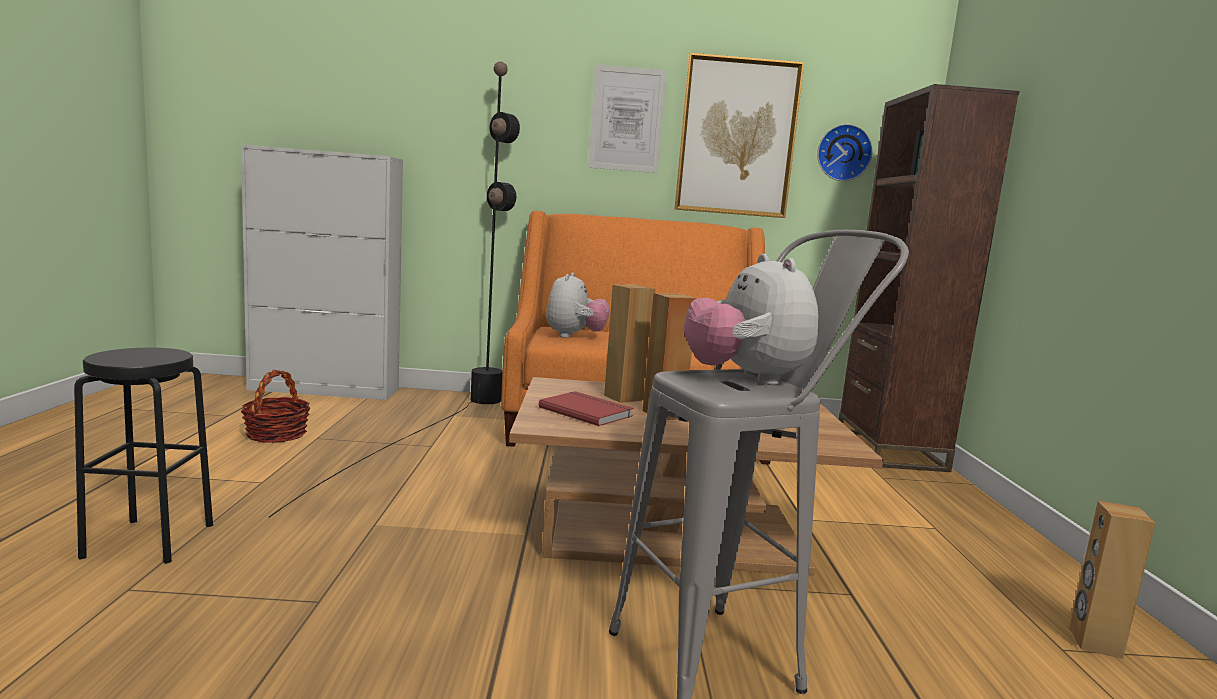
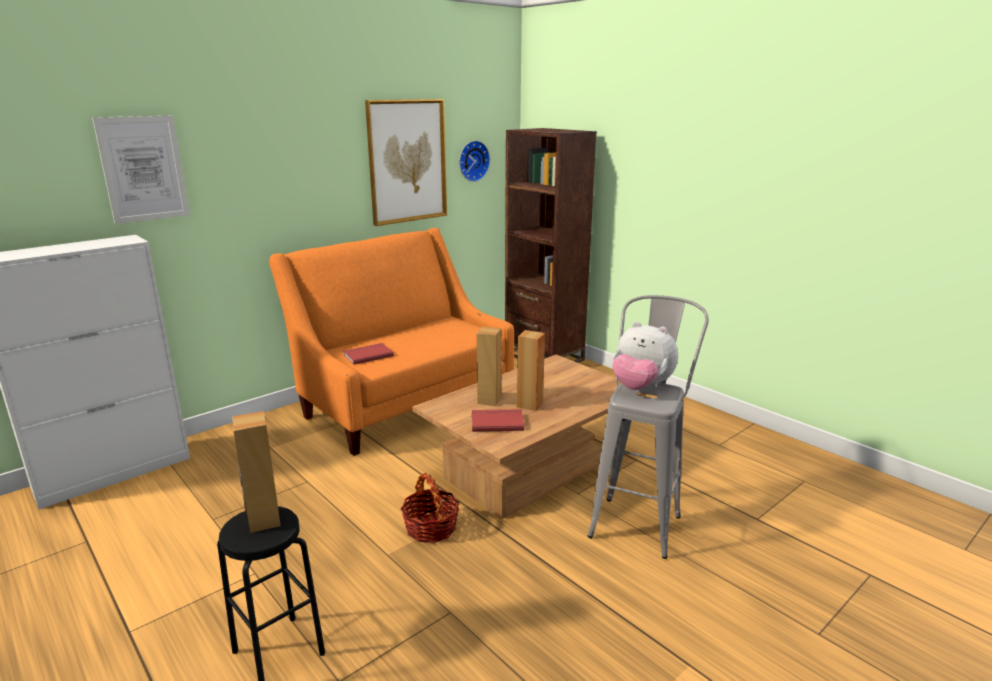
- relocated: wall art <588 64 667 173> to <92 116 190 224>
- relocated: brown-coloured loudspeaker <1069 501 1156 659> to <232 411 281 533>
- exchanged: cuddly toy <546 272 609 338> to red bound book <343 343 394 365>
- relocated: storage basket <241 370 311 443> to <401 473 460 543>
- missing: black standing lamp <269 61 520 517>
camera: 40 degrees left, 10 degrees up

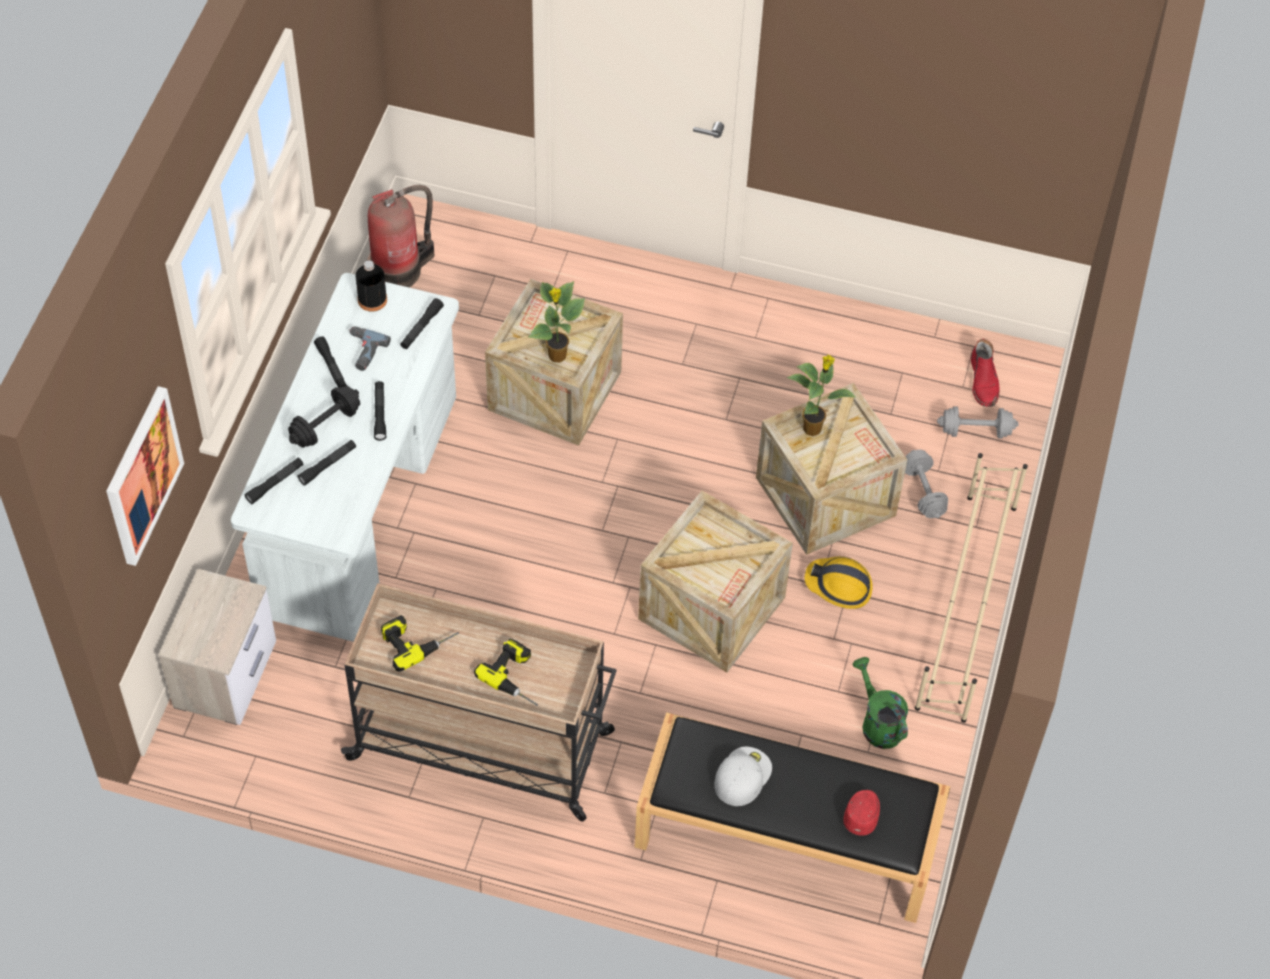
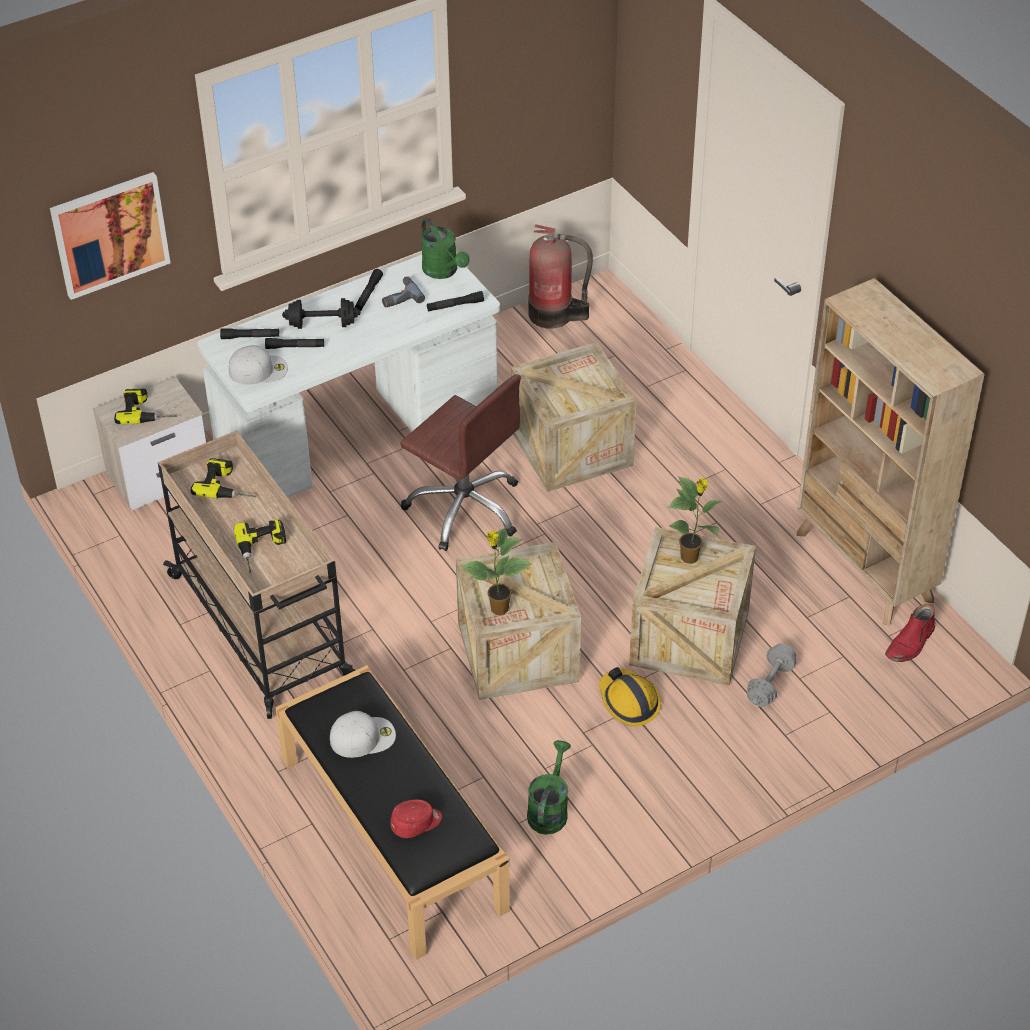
- appeared: power drill <114 388 177 424>
- appeared: whitish baseball cap <229 345 288 384>
- appeared: brown-coloured office chair <400 374 521 551>
- exchanged: black drink bottle <356 260 387 312> to green watering can <421 218 470 279>
- relocated: houseplant <528 281 585 362> to <460 528 532 615>
- appeared: beige bookcase <797 278 985 625>
- missing: black torch <374 381 386 441>
- missing: beige shoe shelf <915 453 1028 723>
- missing: grey hand weight <937 406 1019 439>
camera: 45 degrees right, 10 degrees down

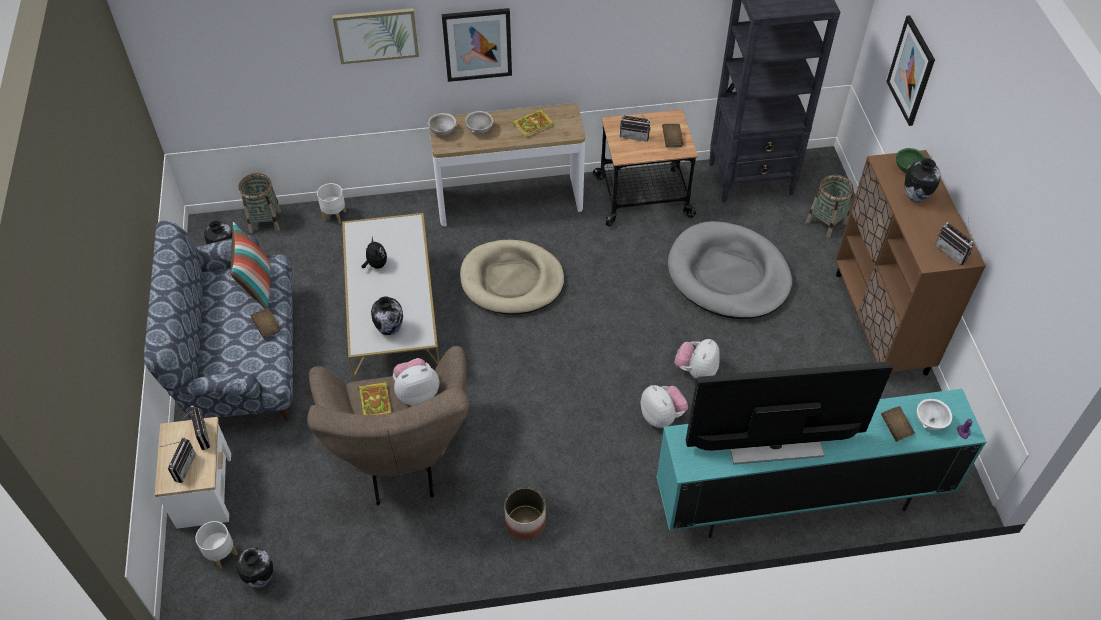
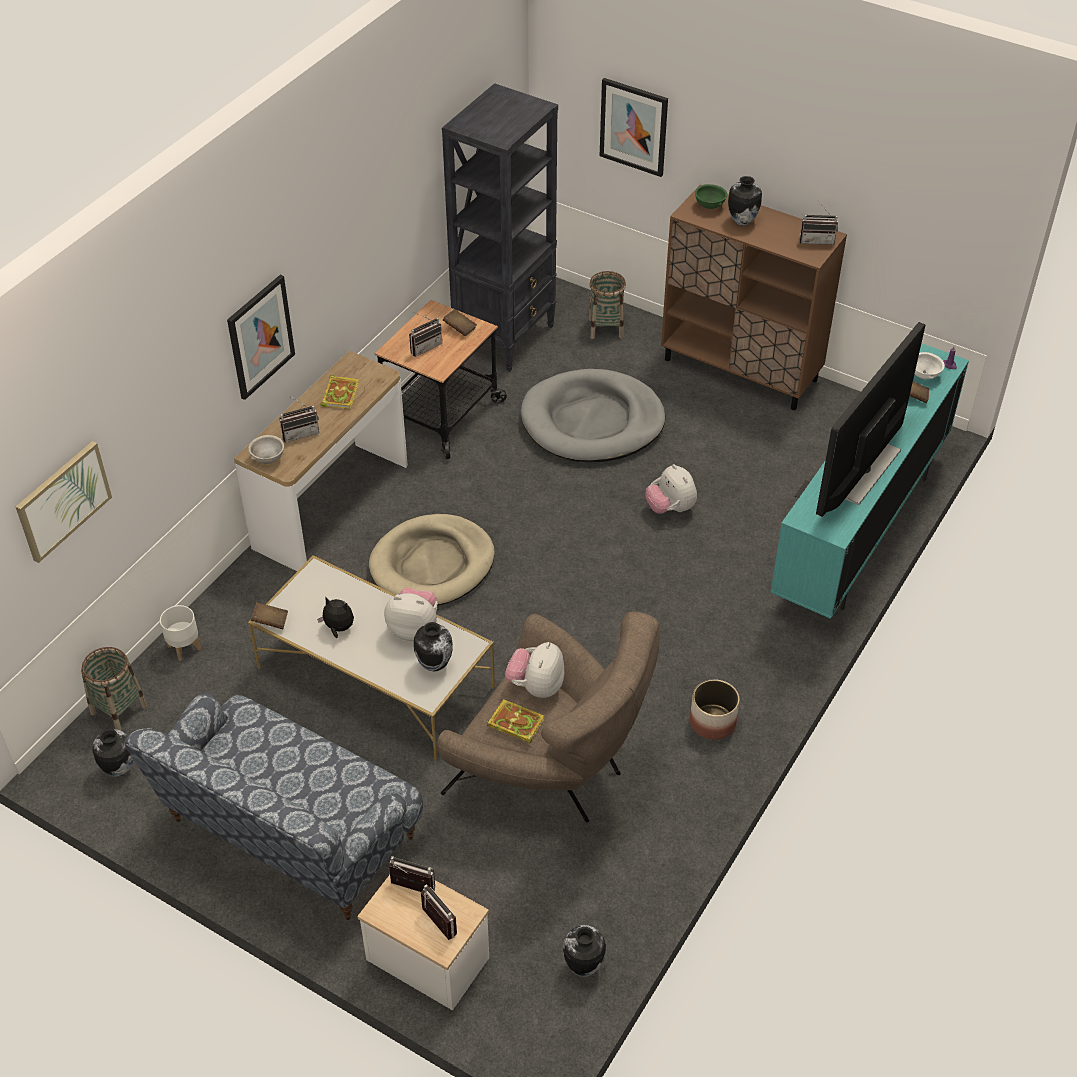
- relocated: wall art <333 8 419 64> to <16 441 112 563>
- relocated: brown-coloured bound book <250 308 281 338> to <251 602 288 629>
- exchanged: grey bowl <465 111 493 134> to radio <280 395 319 442>
- relocated: cuddly toy <641 385 688 428> to <384 588 438 641>
- missing: whitish planter <195 521 237 569>
- missing: cushion <230 222 270 309>
camera: 50 degrees left, 5 degrees down

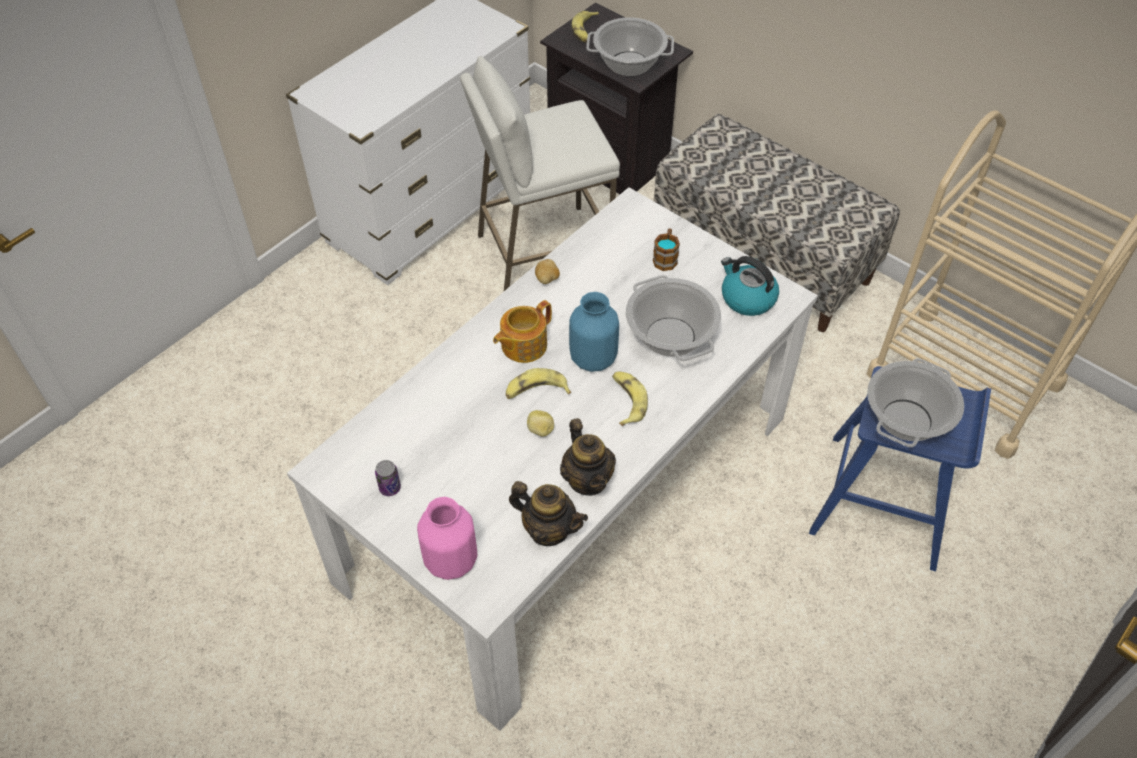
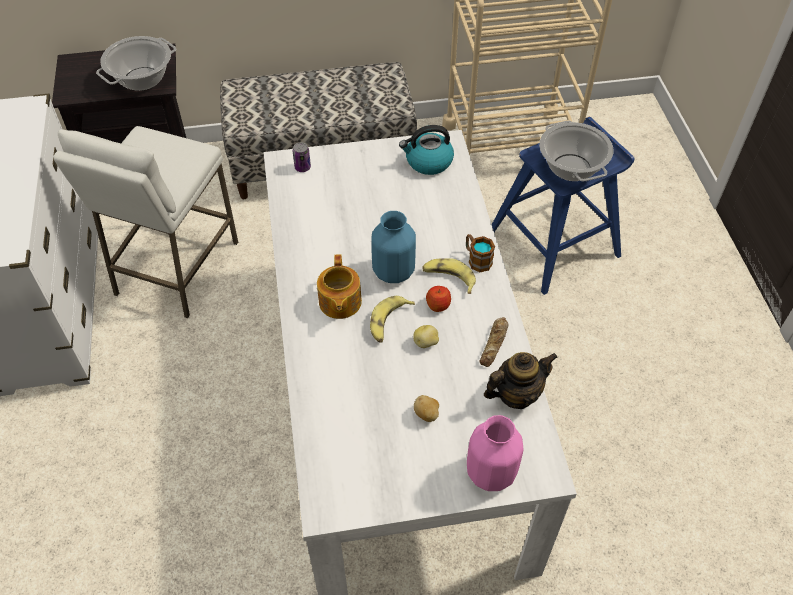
- relocated: can <375 460 401 496> to <293 142 311 172>
- relocated: spud <535 259 560 284> to <414 395 439 422>
- appeared: apple fruit <426 286 451 312>
- relocated: tea mug <653 228 680 271> to <466 234 495 272>
- exchanged: tea pot <560 418 616 496> to baked bread <479 317 508 367>
- missing: whole banana <572 11 599 42>
- missing: cooking pot <626 275 721 361>
camera: 50 degrees left, 0 degrees up

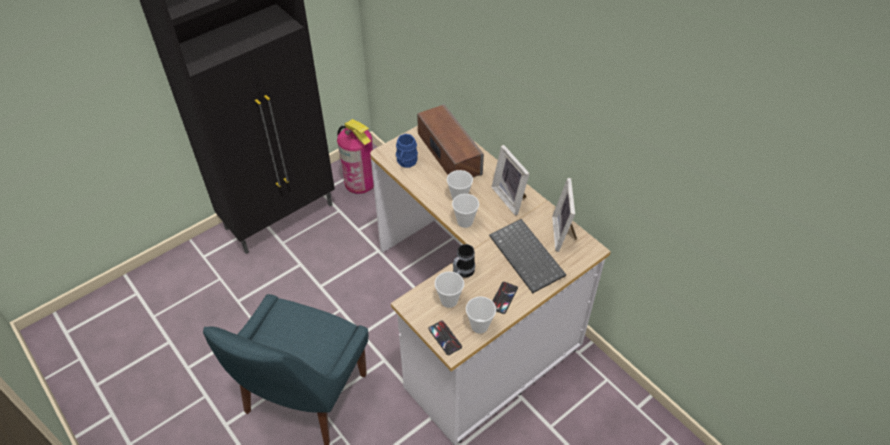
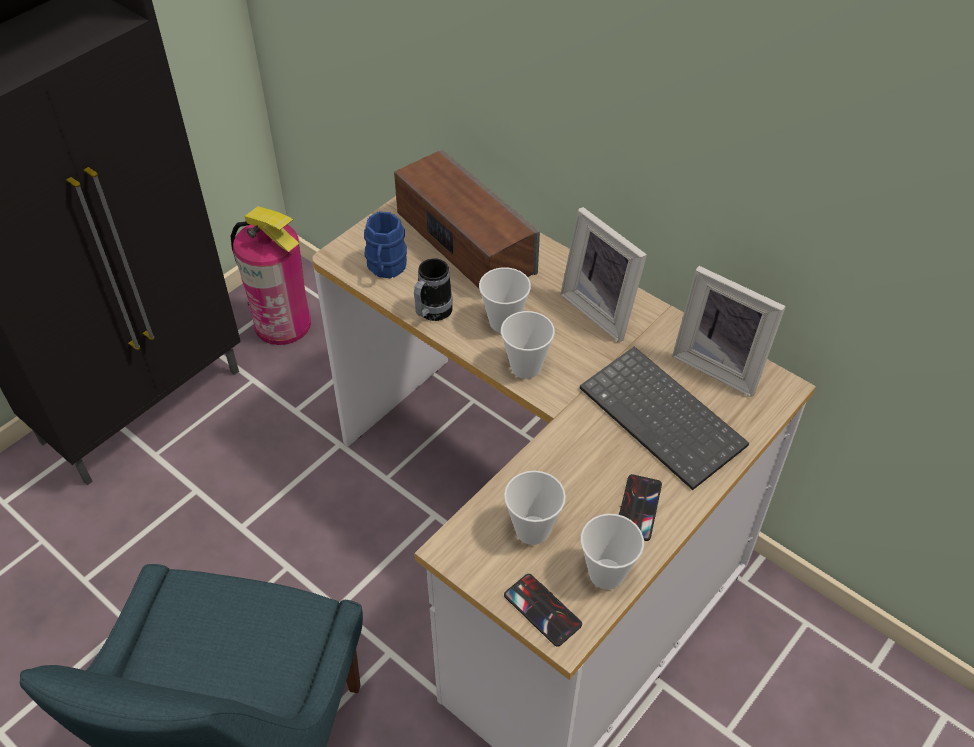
- relocated: tea mug <453 244 475 278> to <414 258 453 321>
- spun: picture frame <552 178 577 252> = <672 266 786 397> 45 degrees counterclockwise
camera: 10 degrees left, 0 degrees up

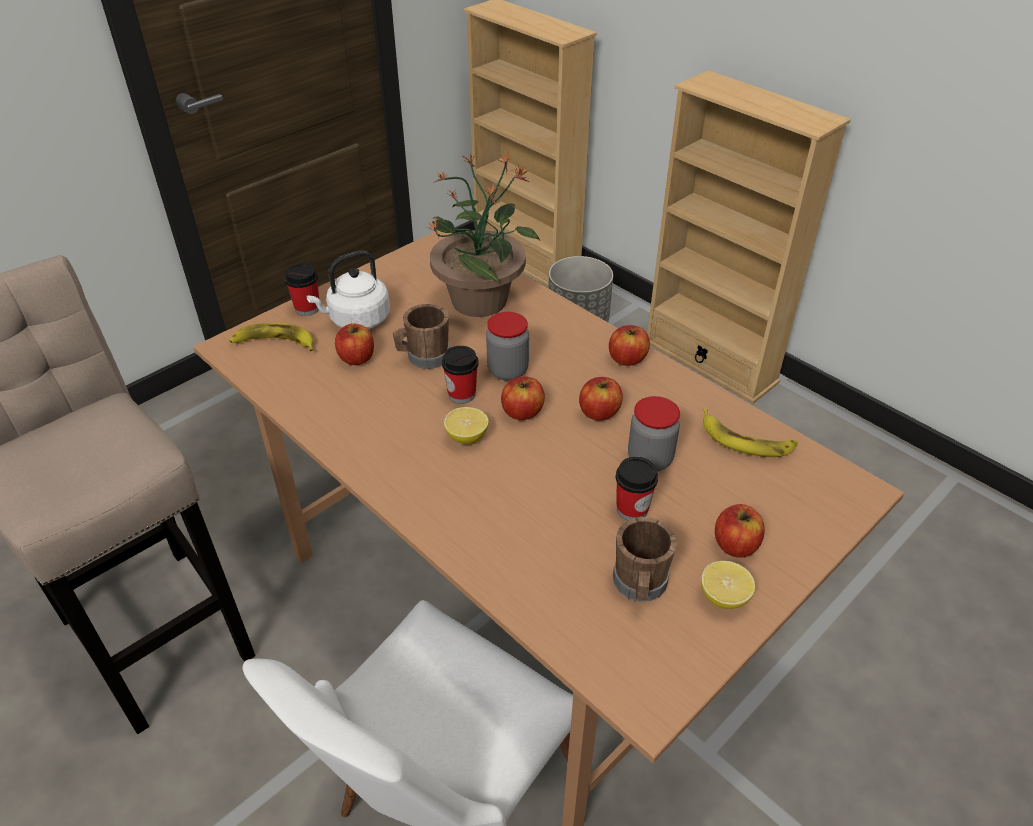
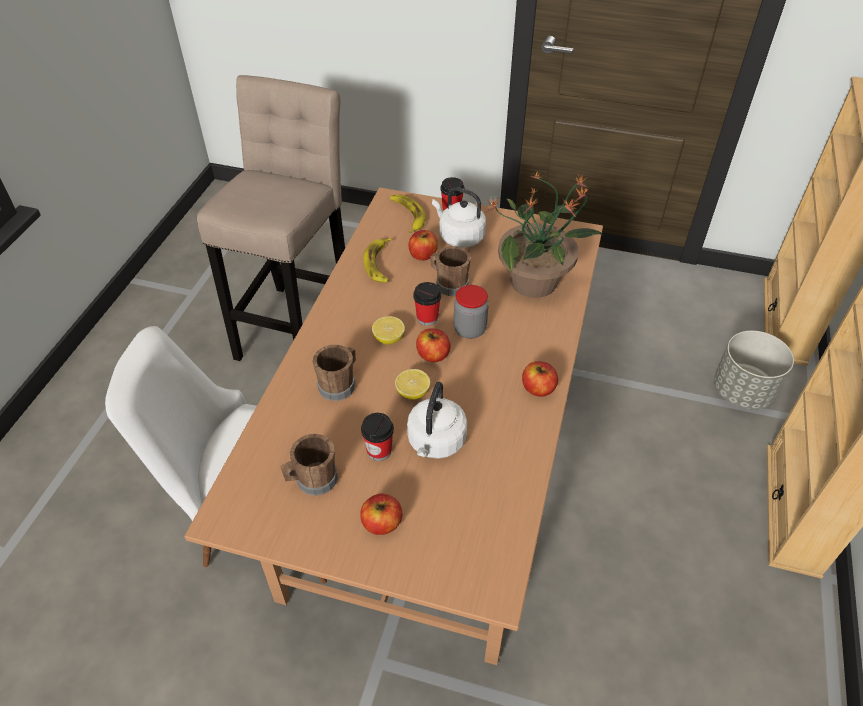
- appeared: brown-coloured tea mug <313 345 356 401>
- relocated: whole banana <703 408 798 457> to <363 238 391 283>
- relocated: lemon <701 561 755 609> to <395 369 430 399>
- exchanged: preserve jar <628 396 680 471> to whitish tea kettle <407 382 467 459>
- missing: apple fruit <579 377 623 421>
camera: 60 degrees right, 5 degrees up

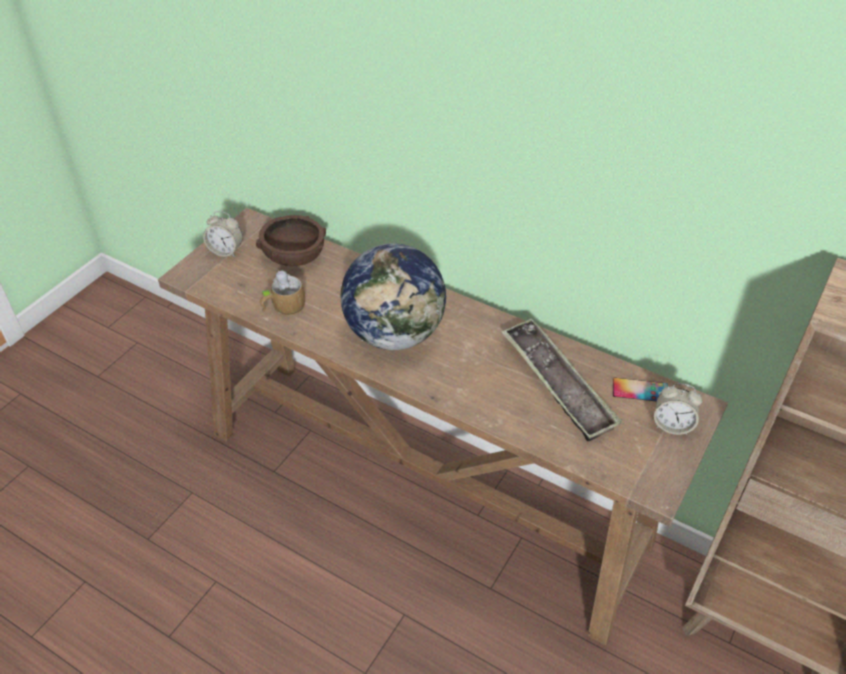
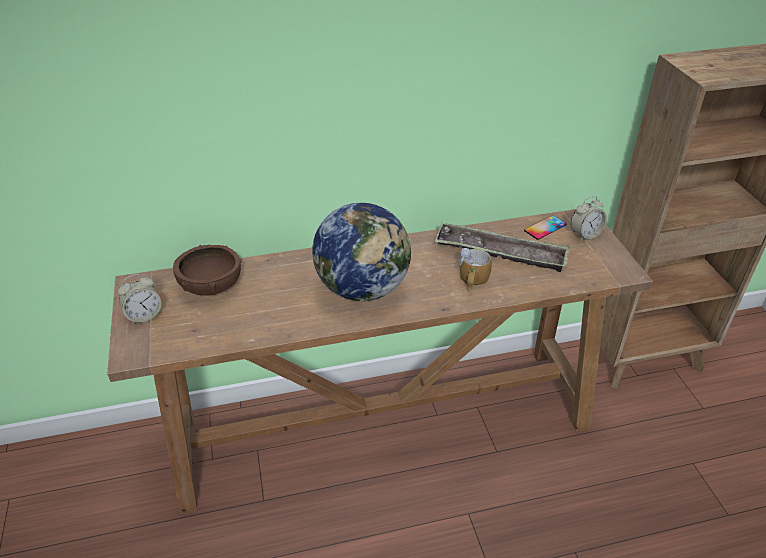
- relocated: tea mug <260 270 305 316> to <458 248 492 291>
camera: 45 degrees left, 5 degrees down

